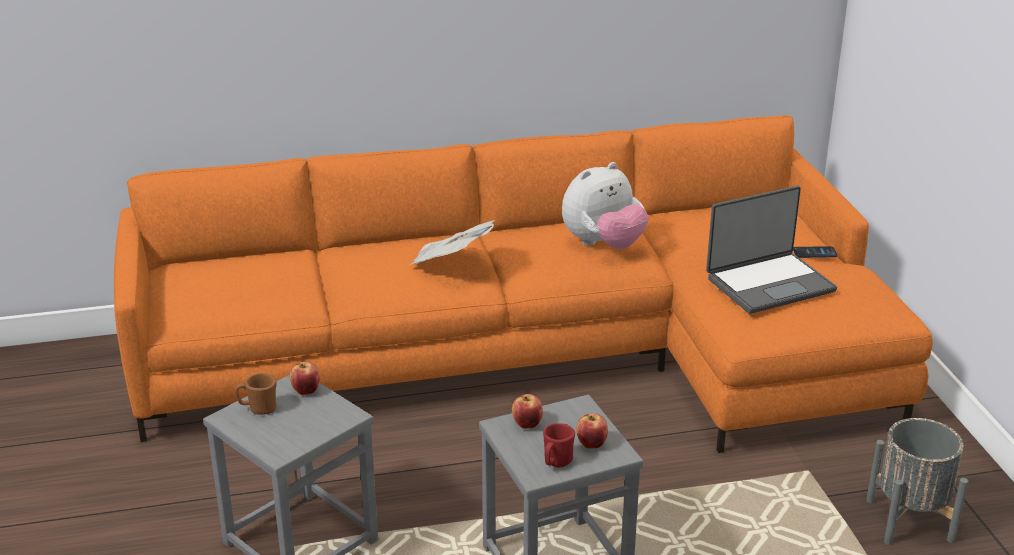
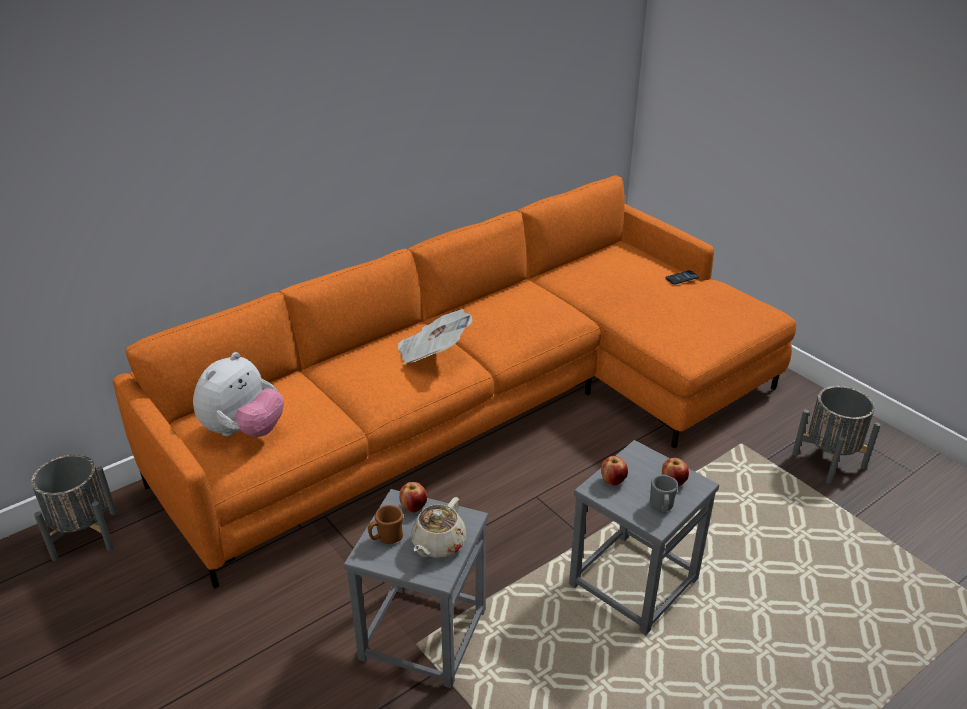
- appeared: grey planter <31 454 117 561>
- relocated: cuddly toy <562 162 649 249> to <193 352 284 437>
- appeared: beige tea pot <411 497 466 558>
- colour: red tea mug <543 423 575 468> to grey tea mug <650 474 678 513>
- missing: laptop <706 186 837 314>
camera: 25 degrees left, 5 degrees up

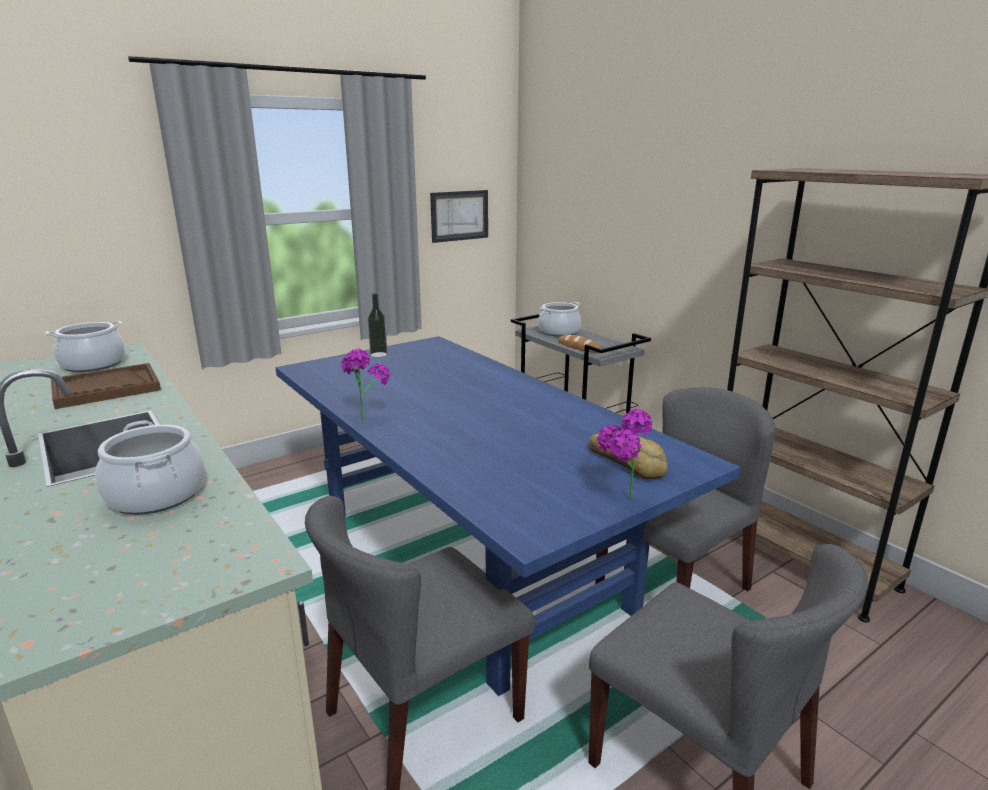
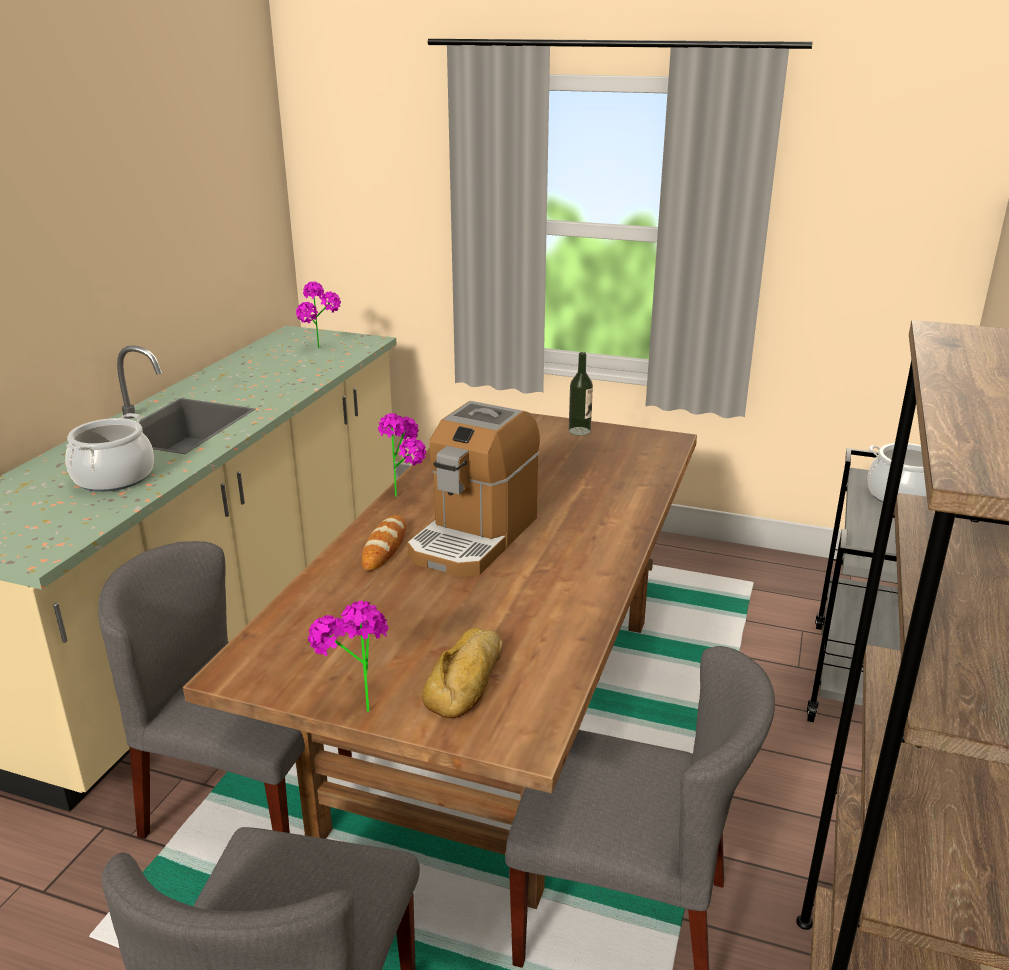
- colour: blue-coloured kitchen table <276 336 740 696> to brown-coloured kitchen table <183 413 697 909>
- exchanged: cooking pot <45 321 125 372> to houseplant <296 281 341 348>
- relocated: baked bread <558 335 602 353> to <362 515 406 571>
- appeared: coffee machine <407 401 540 577>
- missing: brown-coloured carrying tray <51 363 161 409>
- missing: wall art <430 190 488 243>
camera: 55 degrees right, 5 degrees up

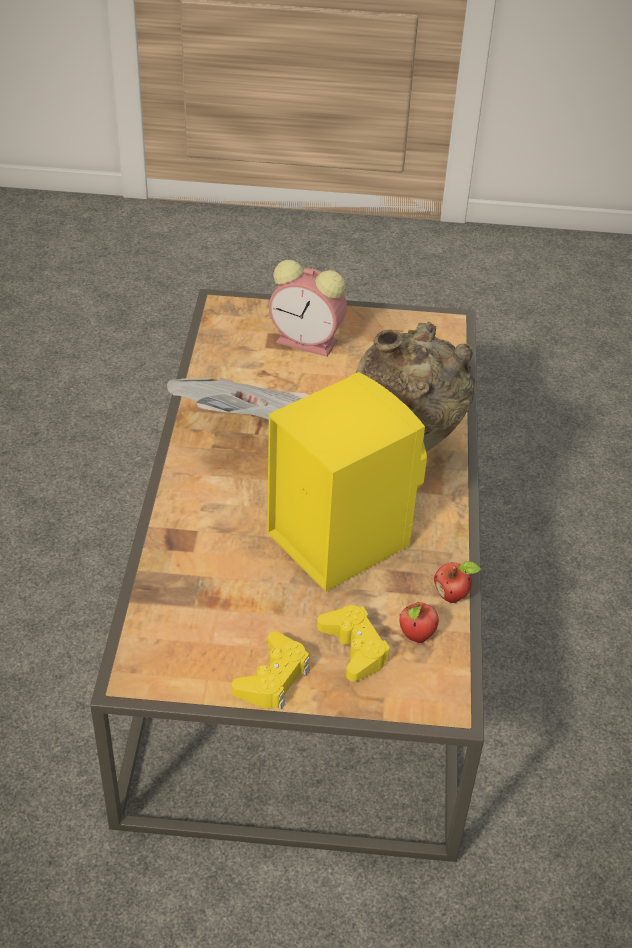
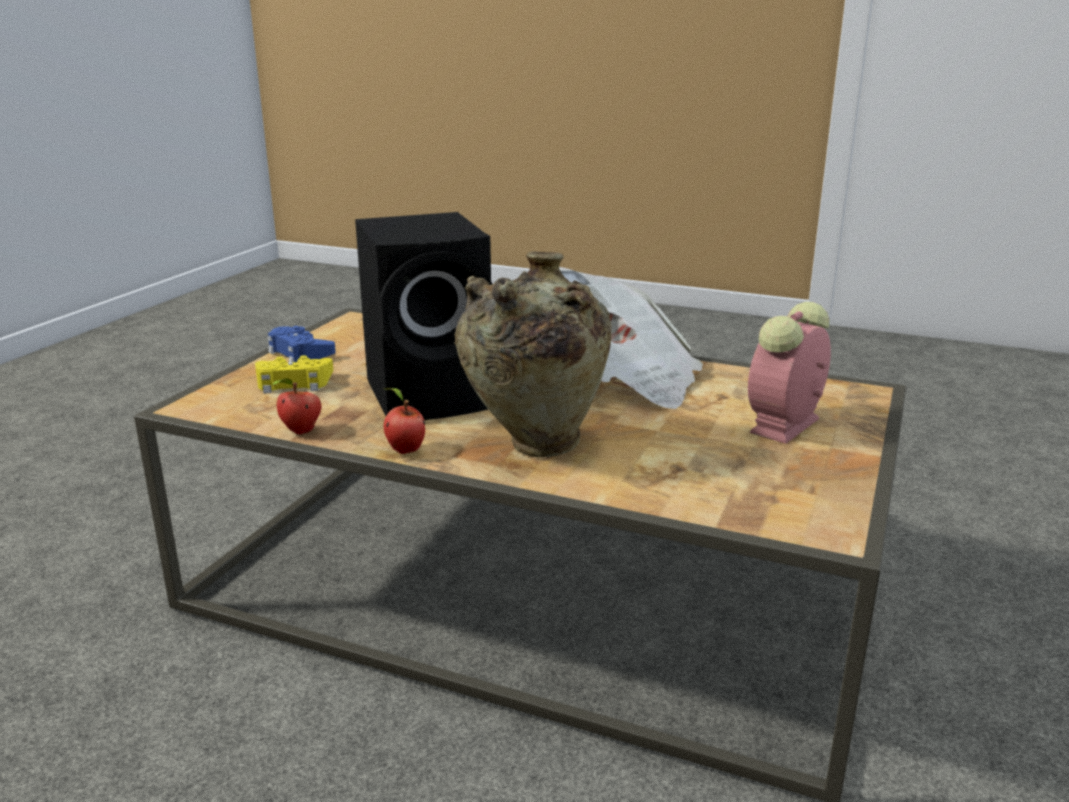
- colour: yellowish gamepad <232 631 310 710> to blue-coloured gamepad <268 326 336 362>
- colour: yellowish loudspeaker <267 372 427 592> to black loudspeaker <355 212 492 420>
- relocated: apple fruit <399 602 439 643> to <384 388 425 454>
camera: 110 degrees right, 20 degrees down

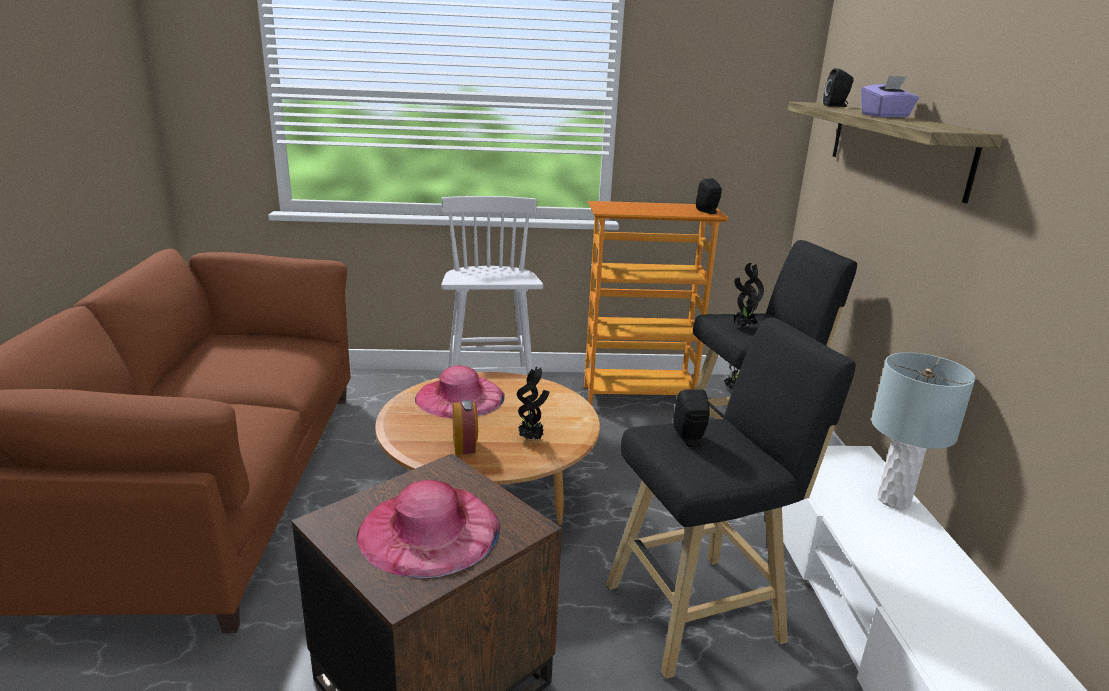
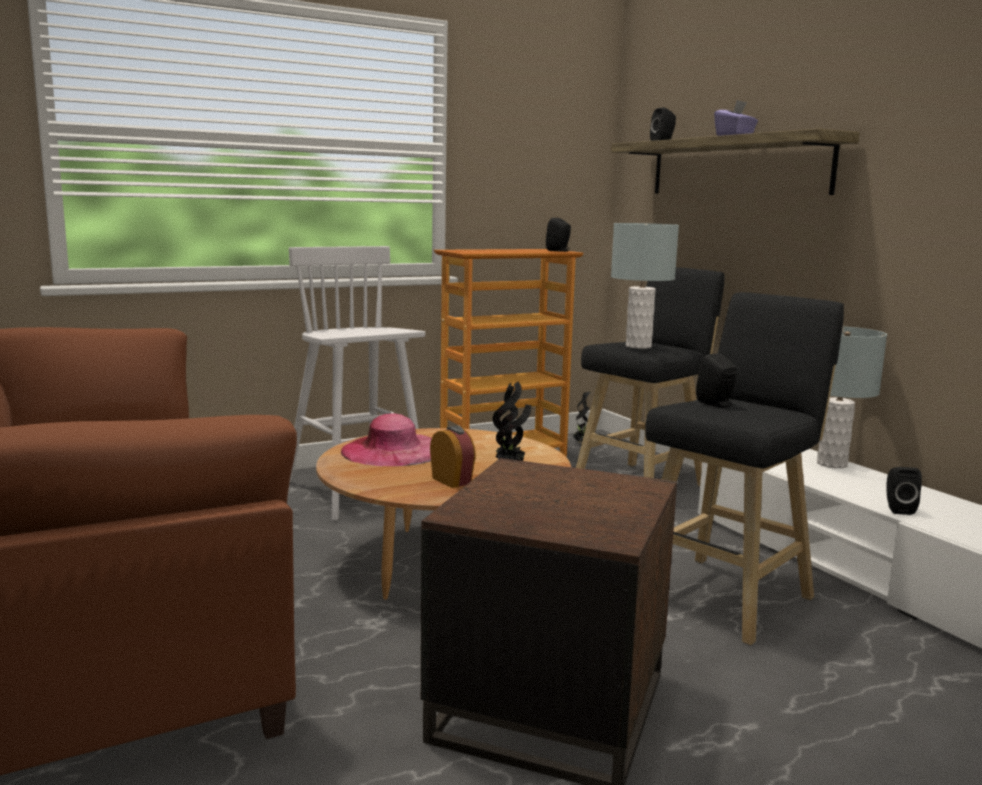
- exchanged: houseplant <733 263 764 327> to grey lamp for a table <611 223 679 349>
- appeared: black loudspeaker <886 467 922 515>
- missing: pink-coloured hat <356 480 500 578>
camera: 25 degrees left, 10 degrees down

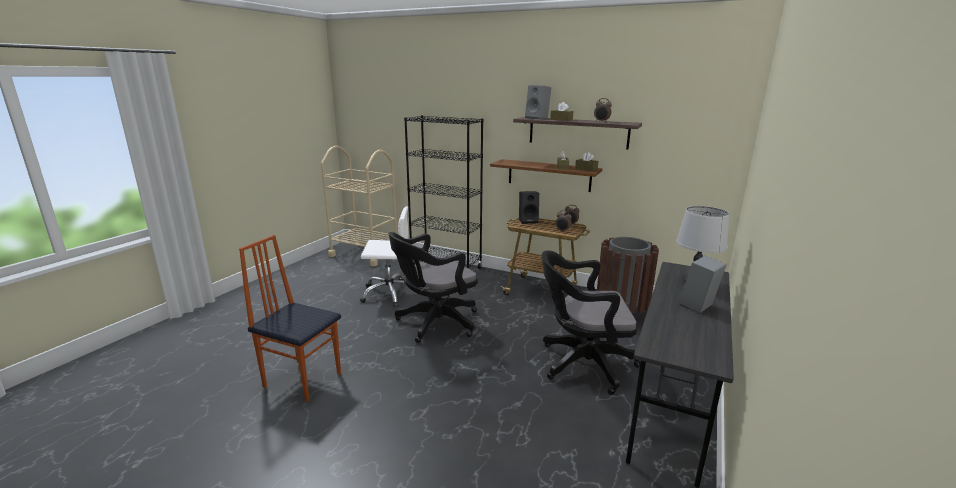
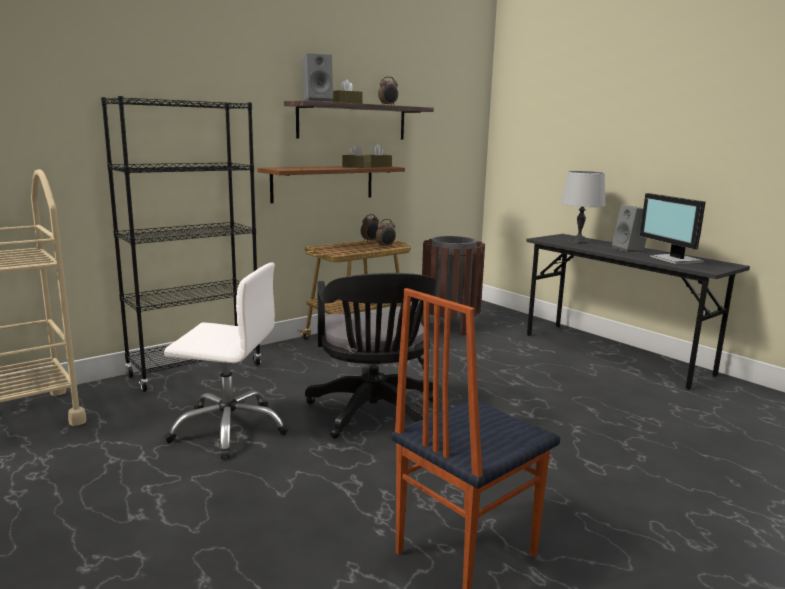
- spun: whitish office chair <360 206 409 307> = <164 263 289 459> 75 degrees clockwise
- appeared: monitor <640 193 706 264>
- missing: black loudspeaker <519 191 539 224>
- missing: black office chair <542 250 640 395>
camera: 65 degrees left, 5 degrees down

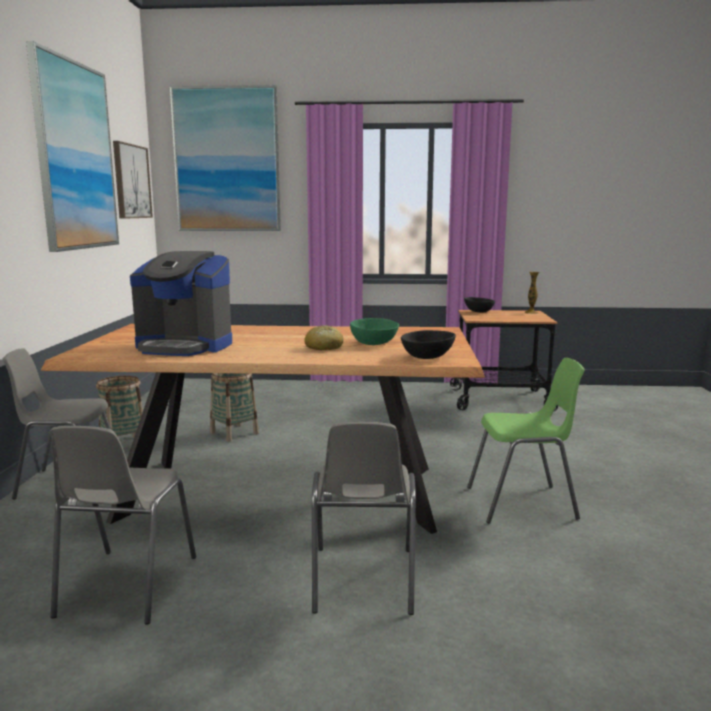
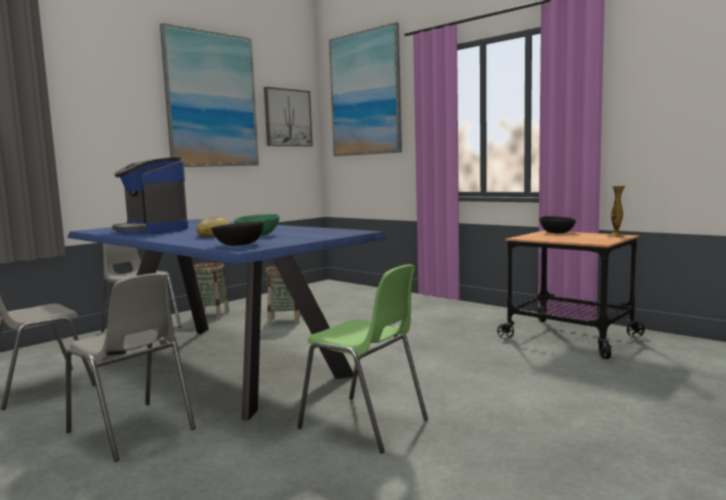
- spun: grey upright chair <312 422 416 615> = <66 273 196 462> 90 degrees counterclockwise
- colour: brown-coloured kitchen table <41 324 485 534> to blue-coloured kitchen table <67 219 387 421>
camera: 40 degrees right, 5 degrees down

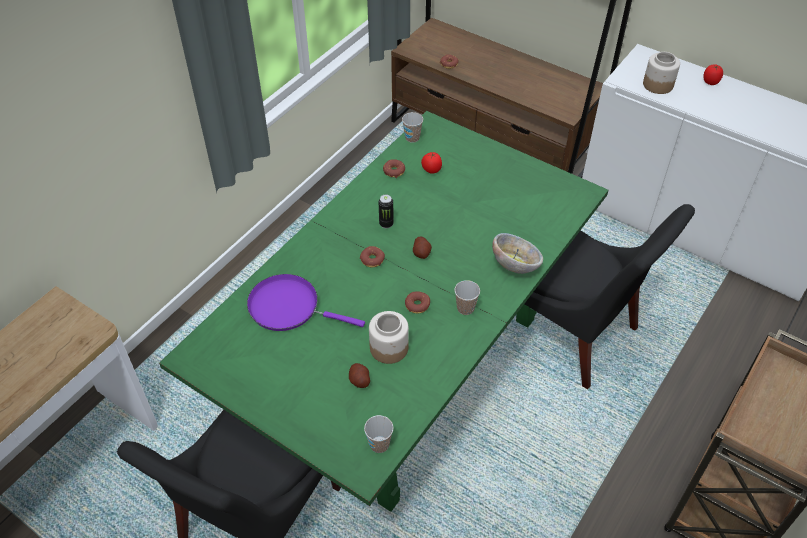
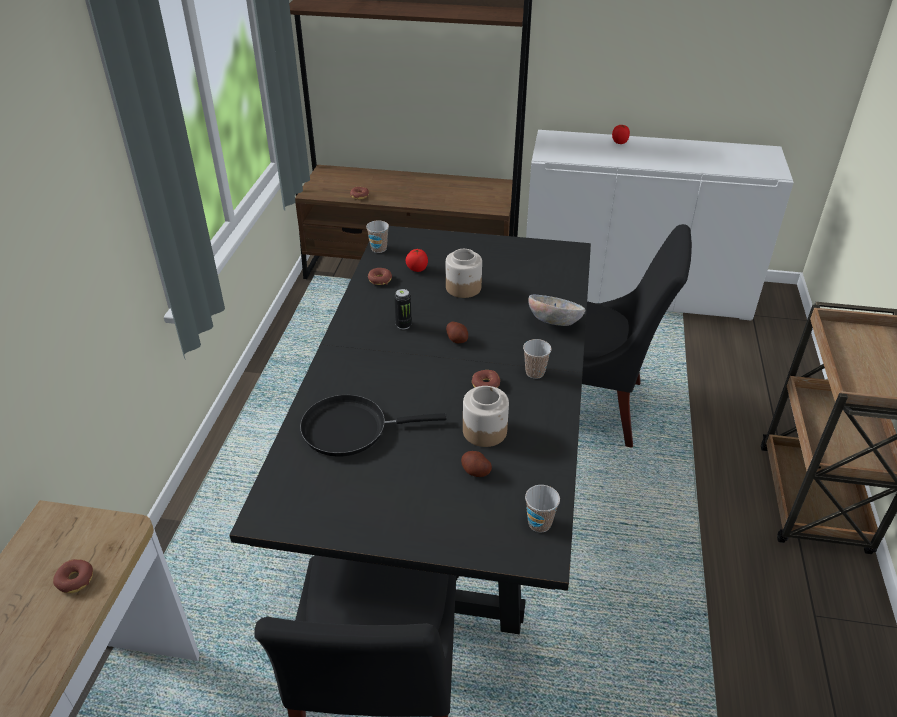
- relocated: donut <360 246 385 268> to <53 559 93 593>
- colour: green kitchen table <159 111 609 512> to black kitchen table <229 226 591 634>
- colour: purplish skillet <247 274 365 331> to black skillet <300 395 447 457>
- relocated: preserve jar <643 52 680 94> to <446 249 482 298>
camera: 25 degrees left, 10 degrees down

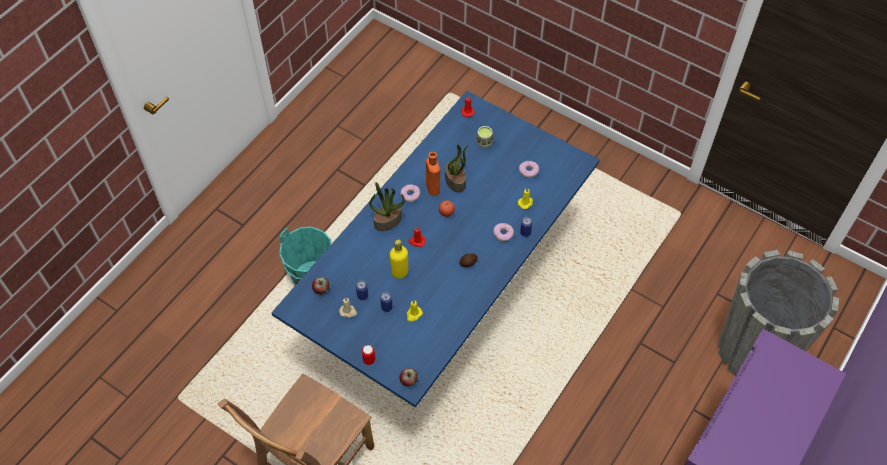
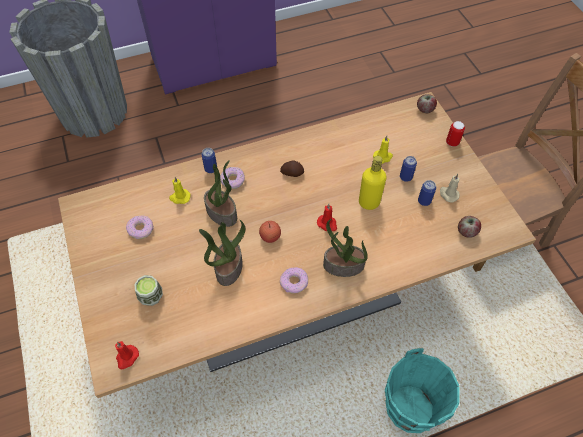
- colour: blue-coloured kitchen table <271 91 600 408> to beige kitchen table <58 92 536 398>
- appeared: houseplant <204 160 237 227>
- missing: orange-coloured drink bottle <426 152 440 196>
camera: 145 degrees left, 0 degrees up

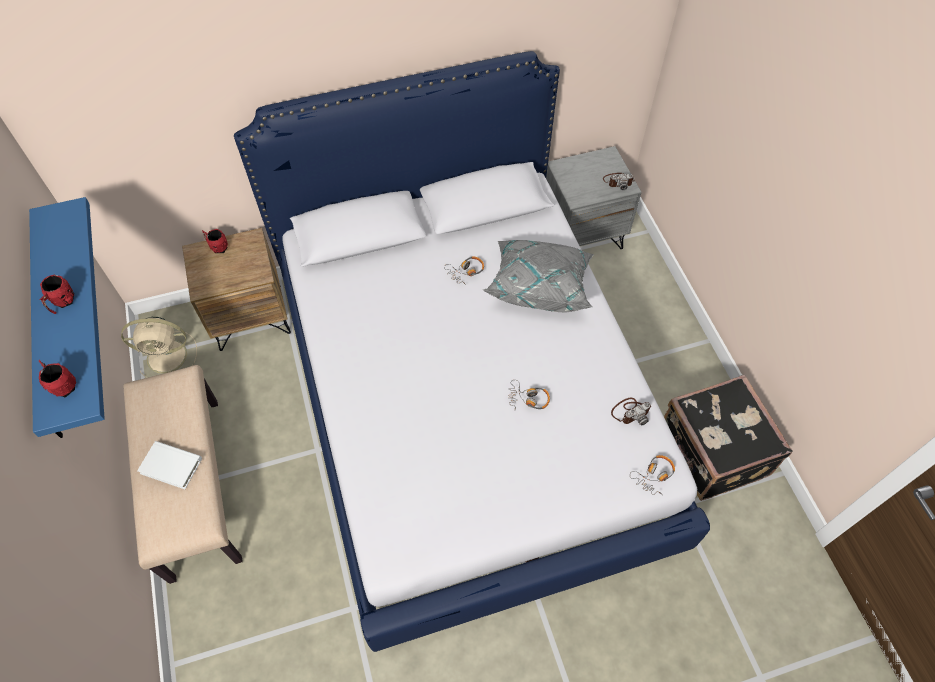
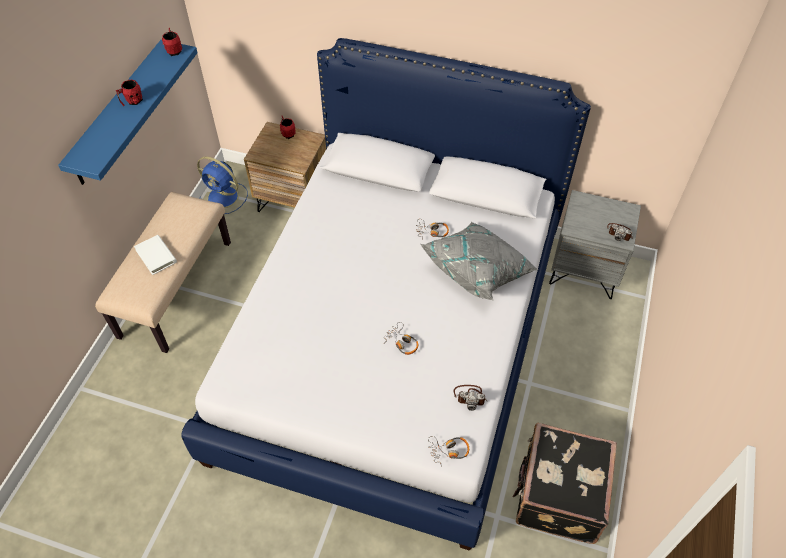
- relocated: red tea mug <39 360 76 398> to <162 28 182 56>
- colour: beige electric fan <121 317 197 378> to blue-coloured electric fan <197 156 248 214>
camera: 35 degrees right, 5 degrees down

